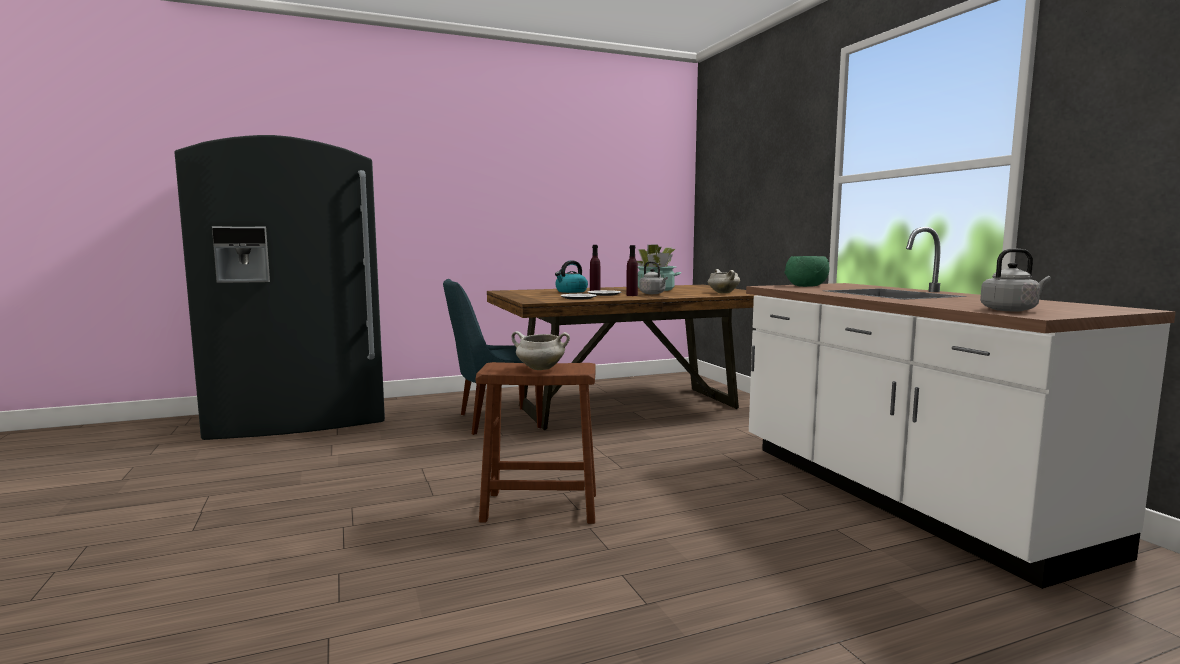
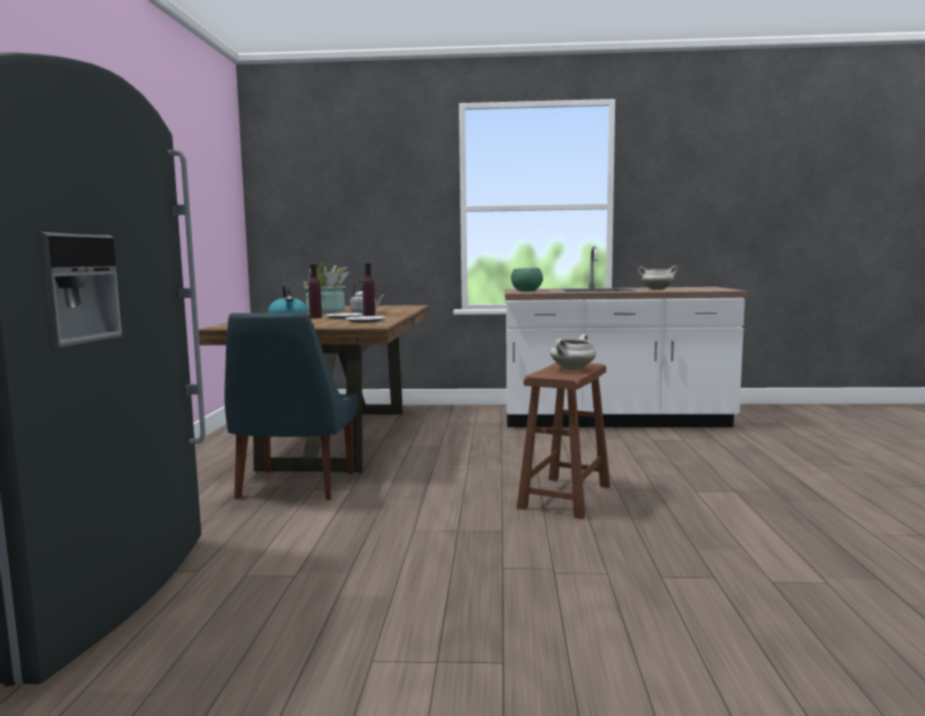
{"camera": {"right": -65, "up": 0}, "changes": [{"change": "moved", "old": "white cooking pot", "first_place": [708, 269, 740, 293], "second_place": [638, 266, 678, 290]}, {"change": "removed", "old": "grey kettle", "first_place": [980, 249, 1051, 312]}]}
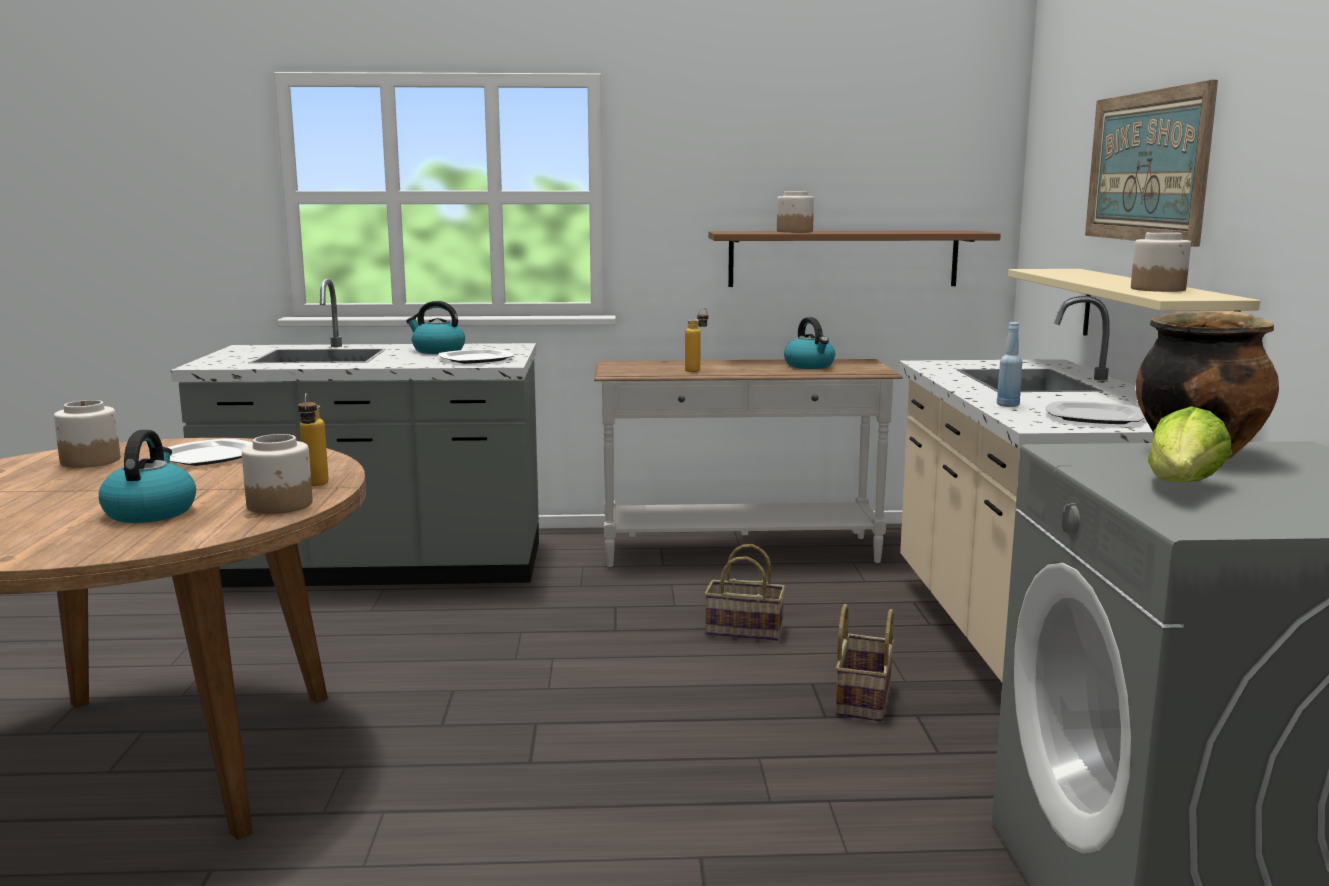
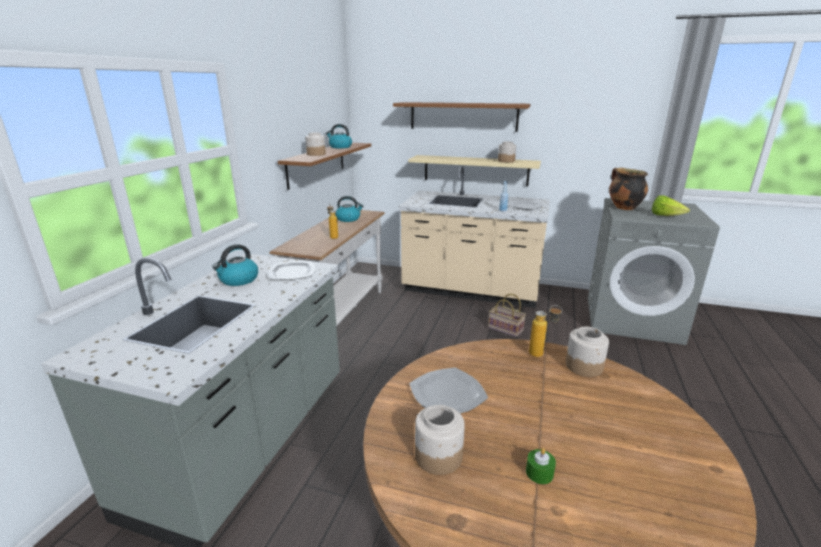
{"camera": {"right": -70, "up": 10}, "changes": [{"change": "moved", "old": "kettle", "first_place": [99, 430, 196, 523], "second_place": [326, 124, 352, 148]}, {"change": "removed", "old": "basket", "first_place": [704, 544, 785, 641]}, {"change": "replaced", "old": "picture", "new": "brown shelf", "first_place": [1085, 80, 1218, 247], "second_place": [393, 102, 530, 132]}, {"change": "added", "new": "green candle", "second_place": [526, 448, 556, 484]}]}
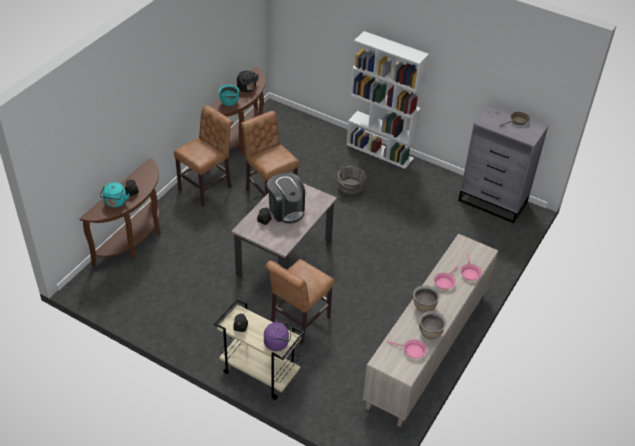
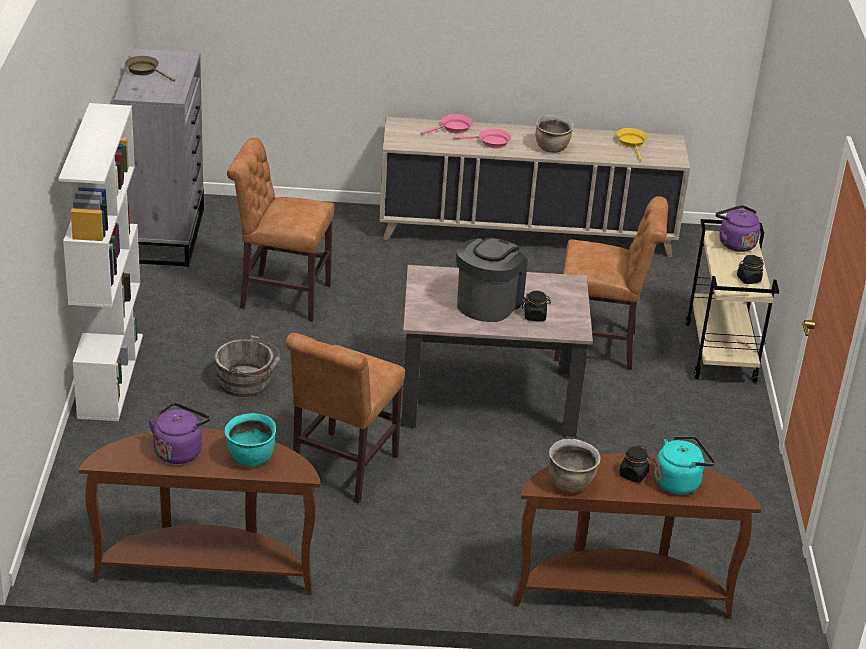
{"camera": {"right": -120, "up": -10}, "changes": [{"change": "moved", "old": "brown chair", "first_place": [174, 105, 233, 207], "second_place": [227, 138, 335, 321]}, {"change": "recoloured", "old": "black kettle", "new": "purple kettle", "first_place": [237, 71, 259, 92], "second_place": [148, 403, 210, 464]}, {"change": "recoloured", "old": "pink frying pan", "new": "yellow frying pan", "first_place": [387, 339, 427, 359], "second_place": [616, 128, 648, 161]}, {"change": "moved", "old": "brown cooking pot", "first_place": [419, 311, 447, 340], "second_place": [549, 439, 601, 492]}]}
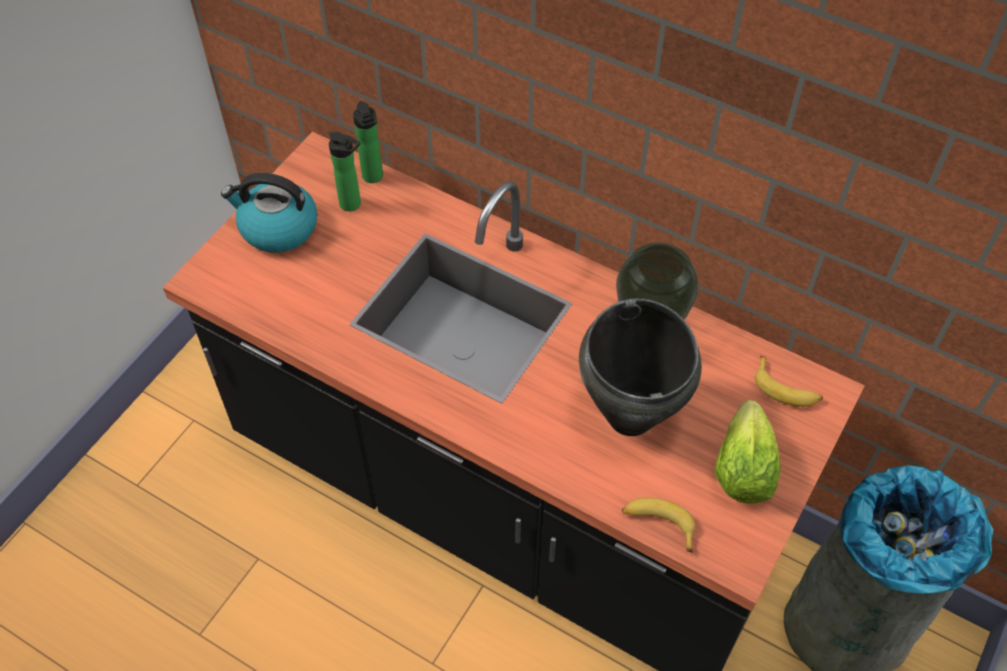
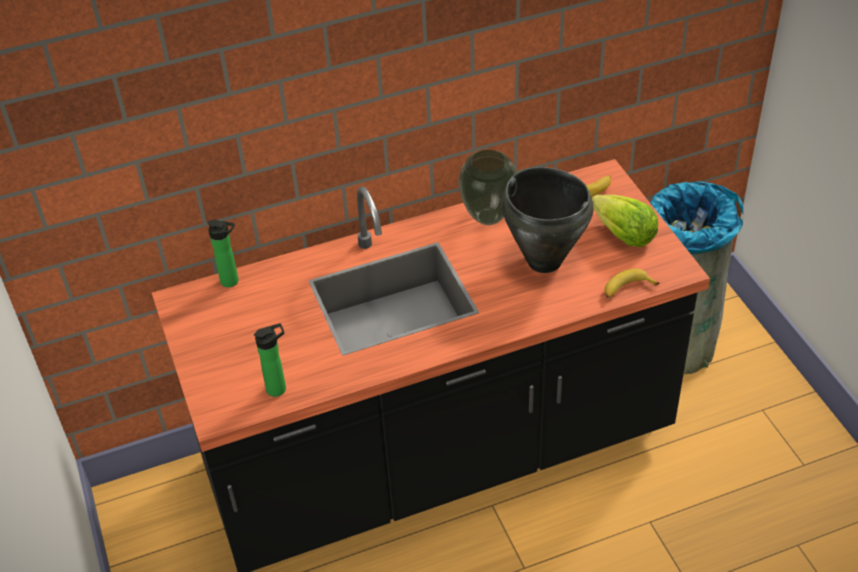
{"camera": {"right": -50, "up": -10}, "changes": [{"change": "removed", "old": "kettle", "first_place": [221, 173, 317, 253]}, {"change": "moved", "old": "bottle", "first_place": [329, 132, 361, 212], "second_place": [254, 323, 286, 397]}]}
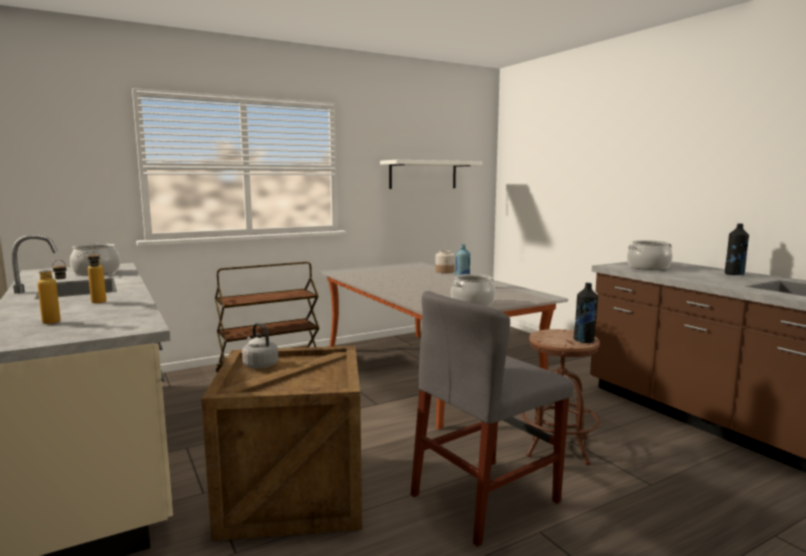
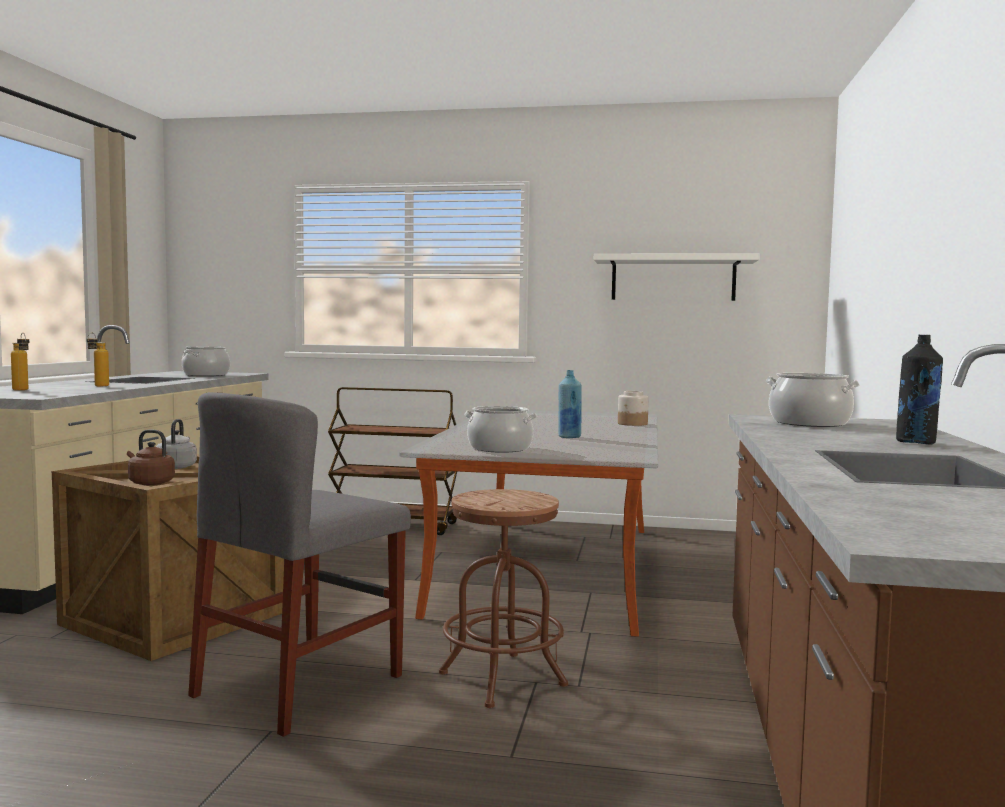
{"camera": {"right": 40, "up": -5}, "changes": [{"change": "turned", "old": "grey chair", "first_place": [411, 291, 574, 547], "second_place": [188, 392, 411, 737], "degrees": -60}, {"change": "removed", "old": "black bottle", "first_place": [574, 283, 598, 343]}, {"change": "added", "new": "brown kettle", "second_place": [127, 430, 175, 485]}]}
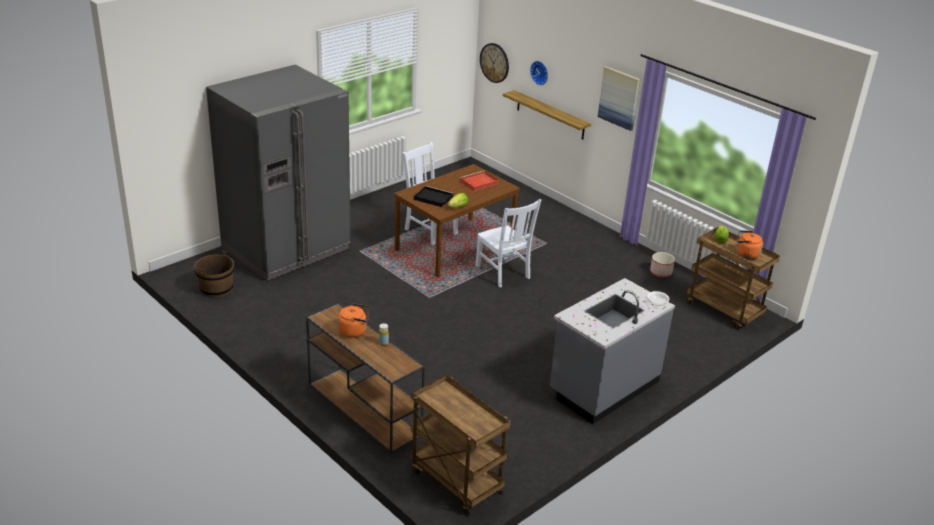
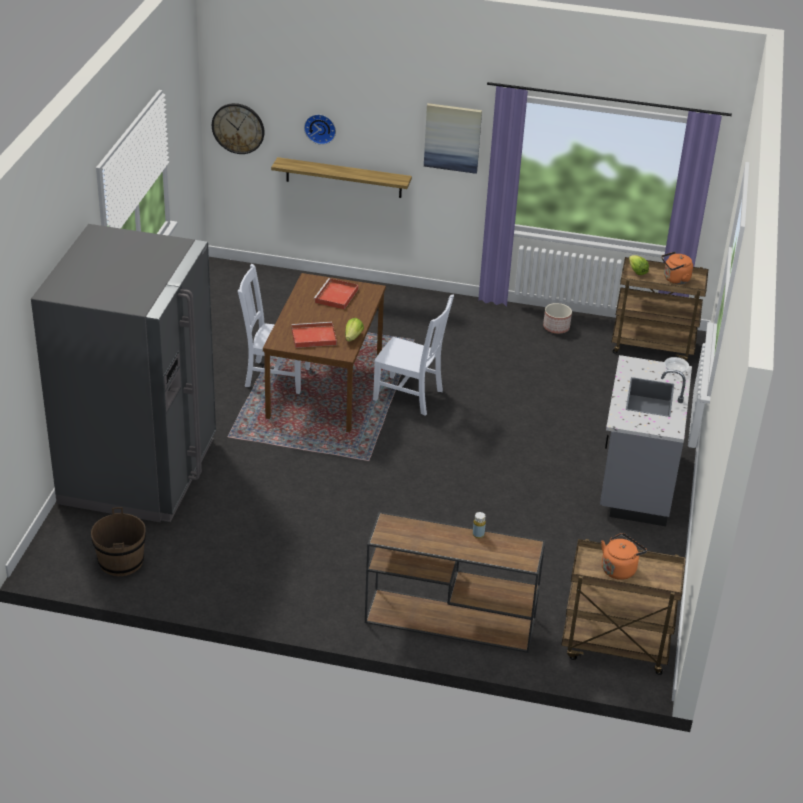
{"camera": {"right": -35, "up": 5}, "changes": [{"change": "moved", "old": "orange kettle", "first_place": [338, 303, 369, 338], "second_place": [601, 533, 647, 580]}, {"change": "recoloured", "old": "black tray", "new": "red tray", "first_place": [414, 186, 454, 207], "second_place": [291, 322, 337, 348]}]}
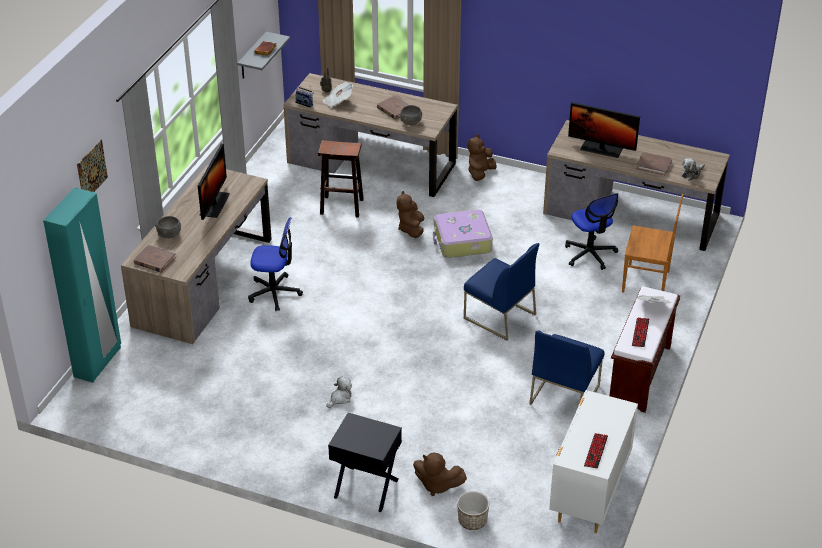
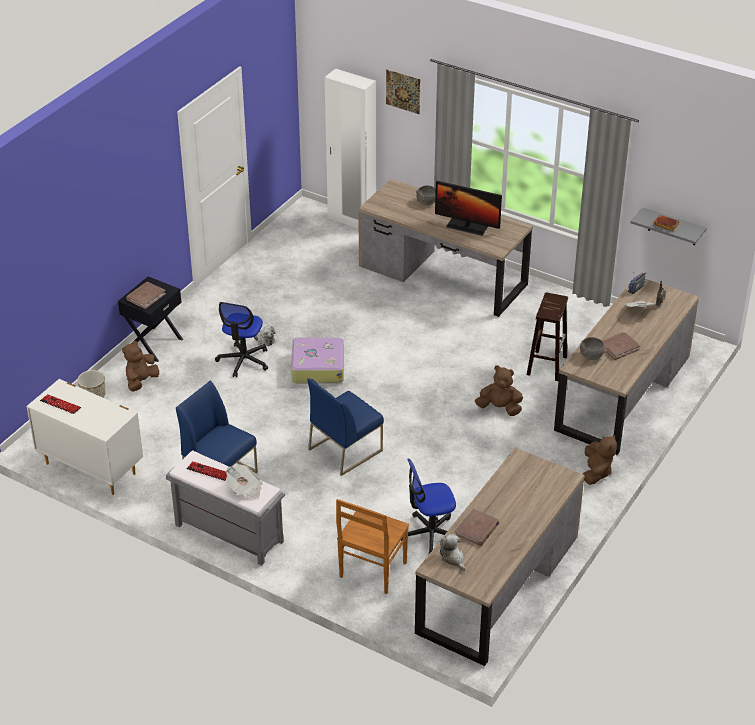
{"camera": {"right": 100, "up": 0}, "changes": [{"change": "recoloured", "old": "turquoise wardrobe", "new": "white wardrobe", "first_place": [43, 188, 121, 383], "second_place": [325, 69, 376, 229]}, {"change": "moved", "old": "brown book", "first_place": [134, 245, 176, 273], "second_place": [126, 282, 166, 309]}, {"change": "moved", "old": "office chair", "first_place": [248, 217, 303, 311], "second_place": [215, 302, 268, 377]}, {"change": "moved", "old": "suitcase", "first_place": [433, 210, 493, 258], "second_place": [291, 337, 344, 383]}, {"change": "turned", "old": "brown plush toy", "first_place": [468, 135, 497, 181], "second_place": [583, 435, 617, 485], "degrees": 60}, {"change": "removed", "old": "monitor", "first_place": [568, 102, 640, 158]}, {"change": "recoloured", "old": "brown bench", "new": "grey bench", "first_place": [609, 286, 680, 413], "second_place": [166, 451, 285, 566]}]}
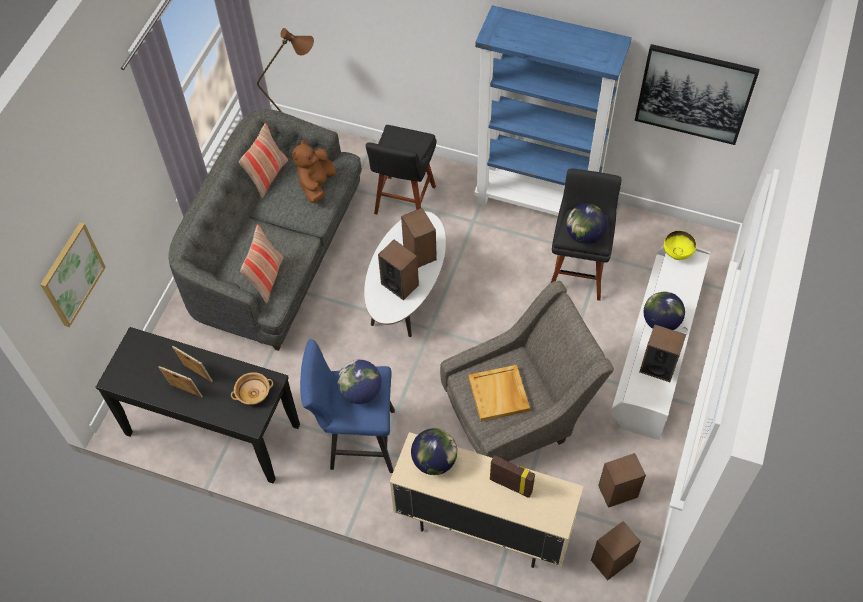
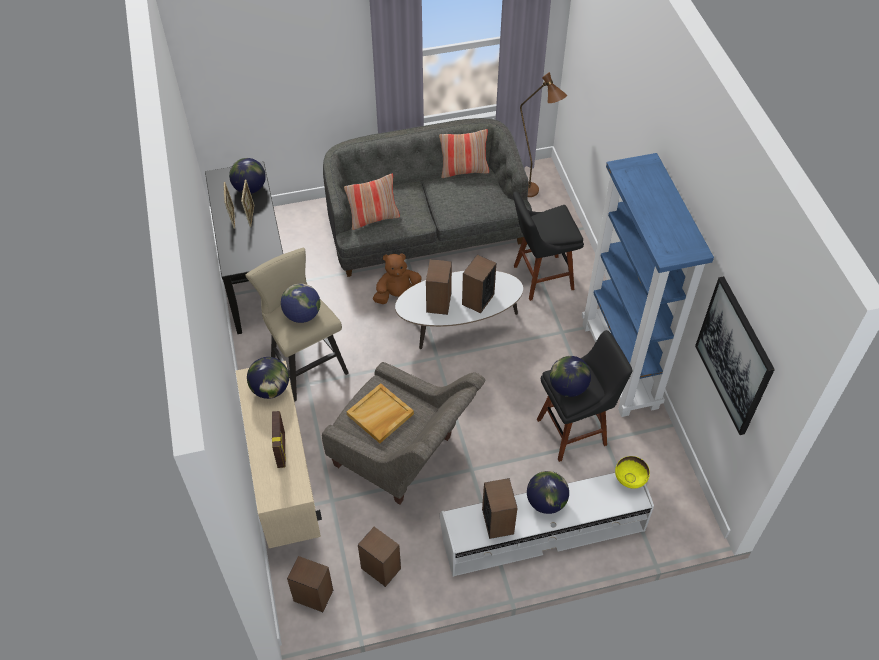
{"camera": {"right": 55, "up": -5}, "changes": [{"change": "removed", "old": "picture", "first_place": [40, 222, 106, 327]}, {"change": "removed", "old": "beige bowl", "first_place": [231, 372, 273, 405]}, {"change": "moved", "old": "brown plush toy", "first_place": [292, 140, 336, 203], "second_place": [373, 253, 422, 304]}, {"change": "recoloured", "old": "blue stool", "new": "beige stool", "first_place": [300, 339, 395, 473], "second_place": [245, 248, 349, 402]}, {"change": "added", "new": "globe", "second_place": [229, 158, 266, 194]}]}
